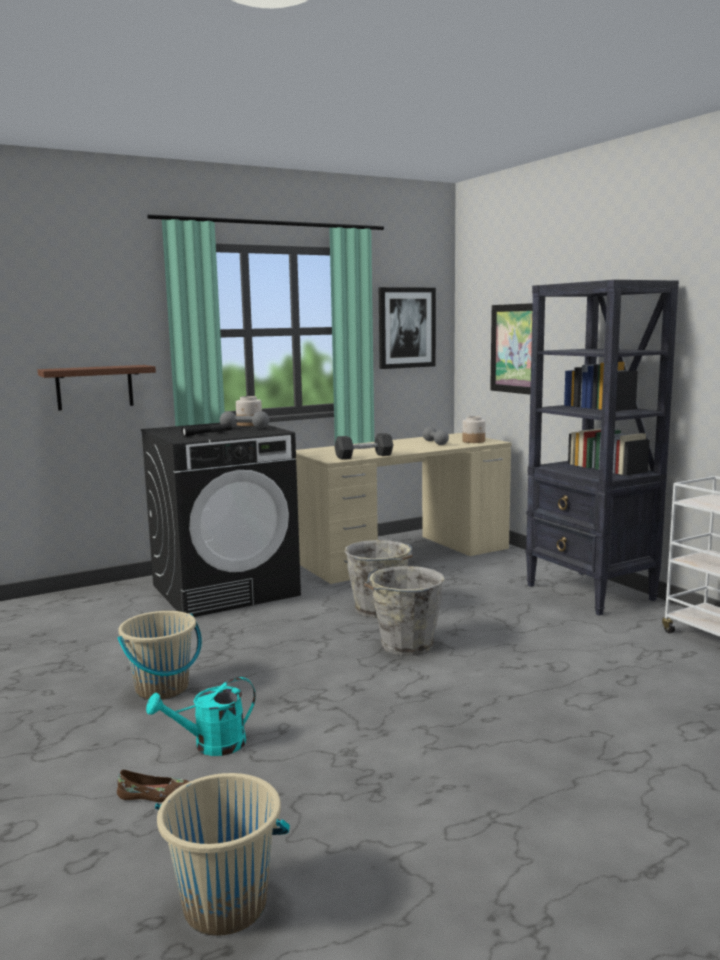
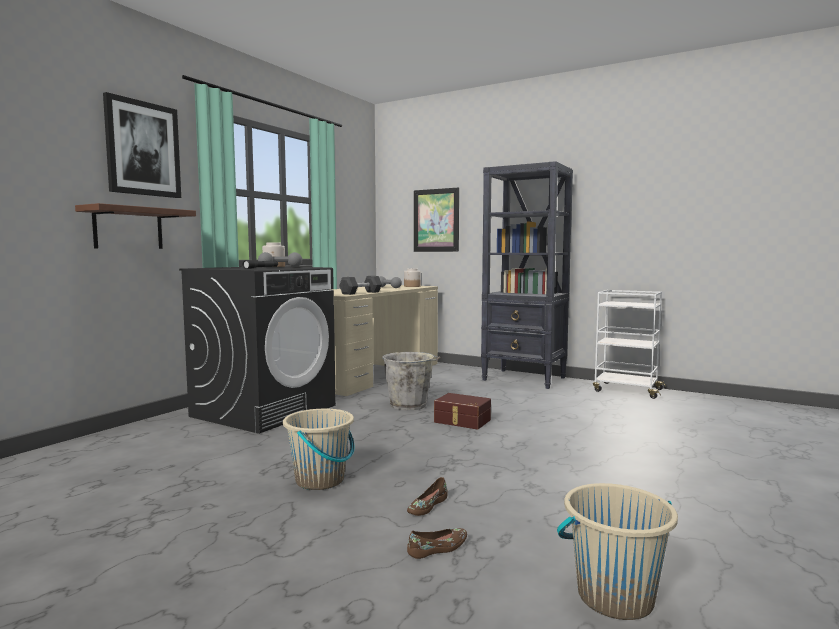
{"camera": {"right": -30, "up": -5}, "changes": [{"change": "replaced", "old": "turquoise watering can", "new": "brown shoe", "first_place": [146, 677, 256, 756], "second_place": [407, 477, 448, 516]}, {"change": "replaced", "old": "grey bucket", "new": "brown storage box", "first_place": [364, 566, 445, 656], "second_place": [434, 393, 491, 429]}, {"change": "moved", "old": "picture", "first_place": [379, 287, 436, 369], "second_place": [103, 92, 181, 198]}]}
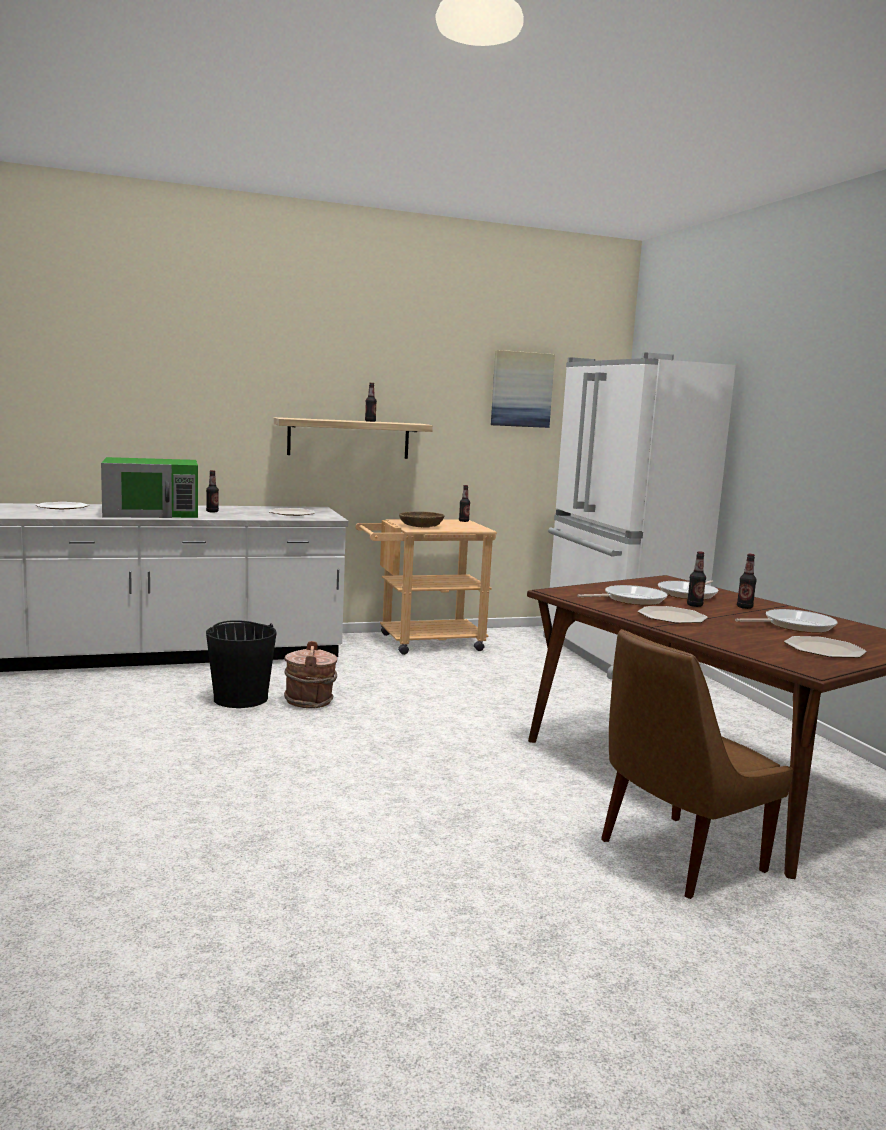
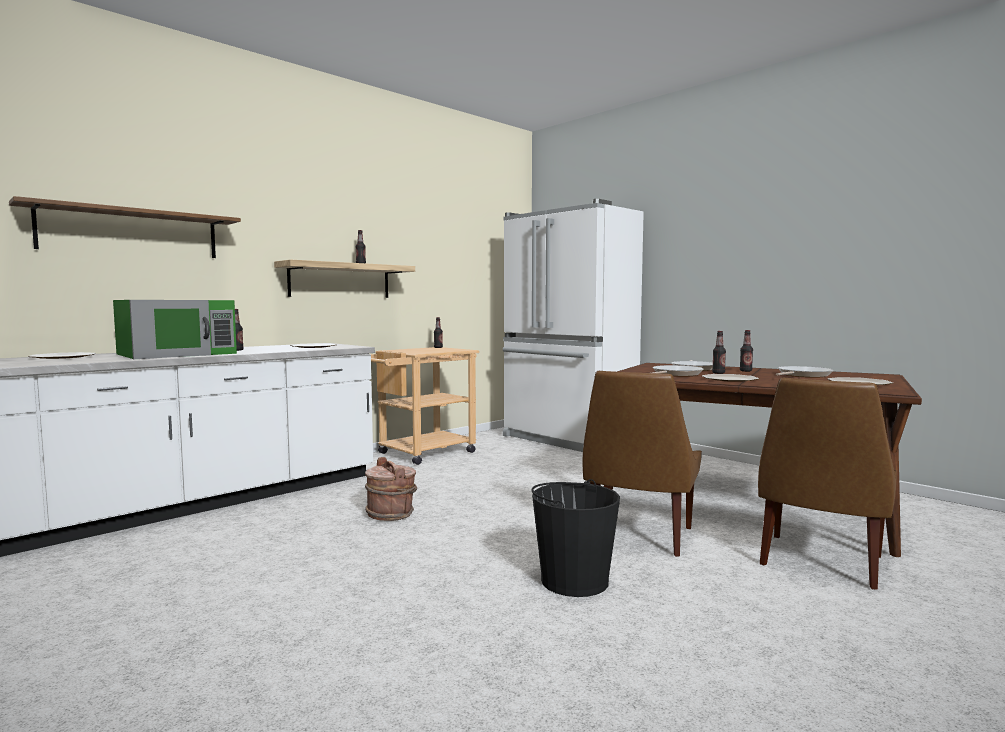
{"camera": {"right": -25, "up": -5}, "changes": [{"change": "moved", "old": "black bucket", "first_place": [206, 620, 277, 708], "second_place": [532, 479, 620, 597]}, {"change": "removed", "old": "brown bowl", "first_place": [399, 511, 444, 528]}, {"change": "removed", "old": "picture", "first_place": [491, 350, 555, 428]}, {"change": "added", "new": "shelf", "second_place": [9, 196, 241, 258]}, {"change": "added", "new": "brown chair", "second_place": [583, 371, 702, 557]}]}
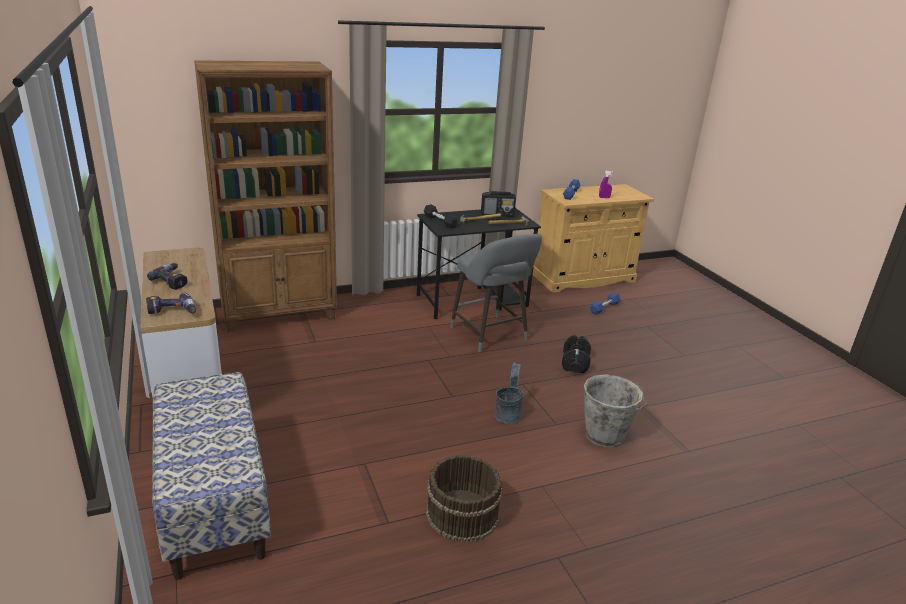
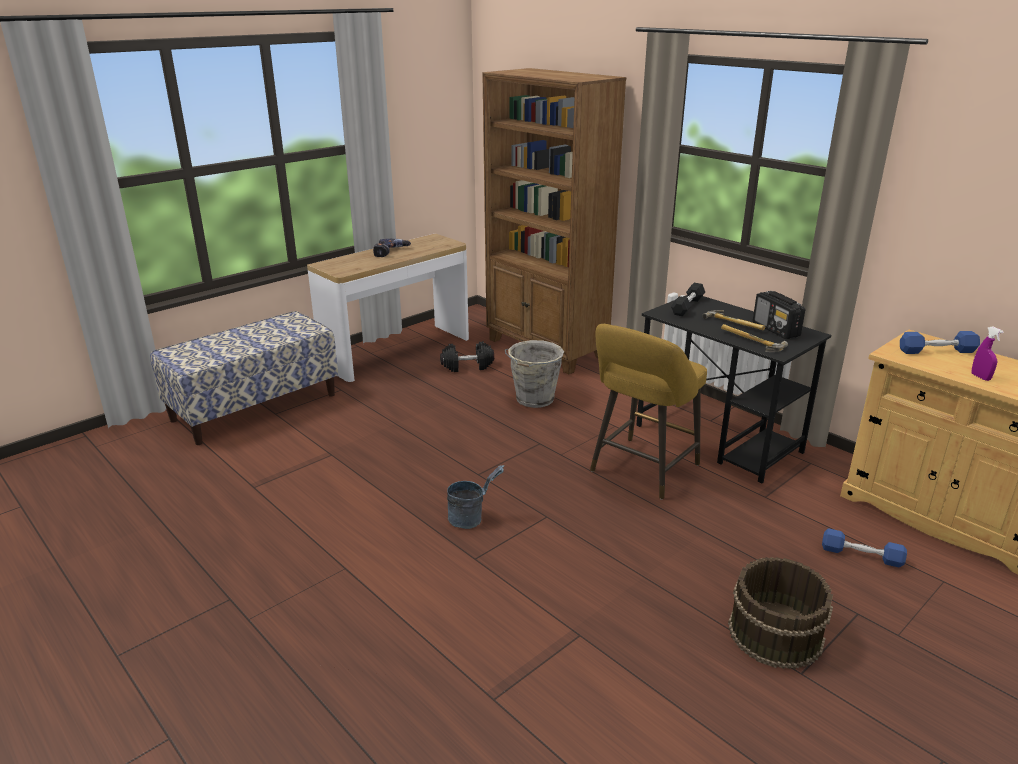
{"camera": {"right": 70, "up": 0}, "changes": [{"change": "removed", "old": "power drill", "first_place": [146, 292, 196, 314]}, {"change": "moved", "old": "brown bucket", "first_place": [426, 455, 502, 543], "second_place": [728, 557, 833, 669]}, {"change": "recoloured", "old": "grey stool", "new": "yellow stool", "first_place": [450, 234, 542, 352], "second_place": [590, 324, 707, 500]}, {"change": "moved", "old": "black dumbbell", "first_place": [562, 335, 591, 373], "second_place": [440, 341, 494, 372]}, {"change": "moved", "old": "grey bucket", "first_place": [584, 374, 648, 448], "second_place": [505, 340, 564, 408]}]}
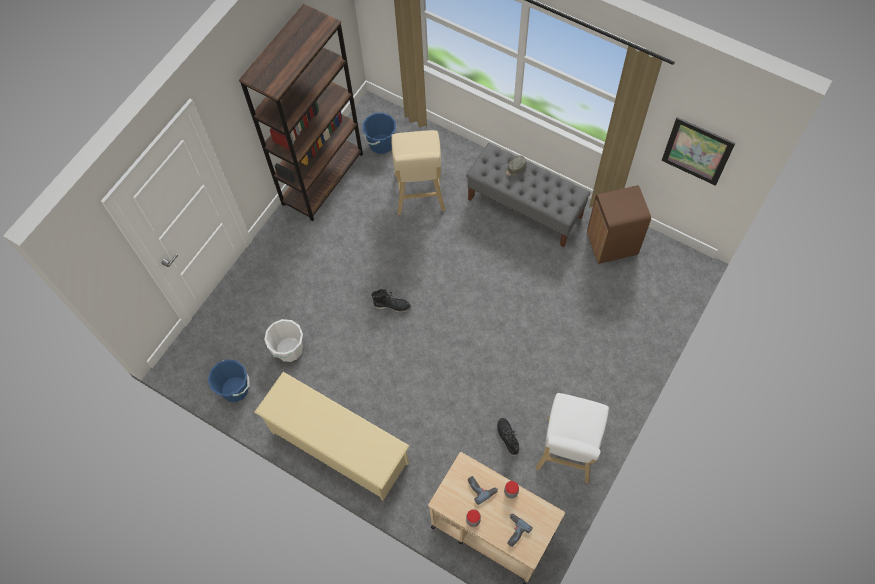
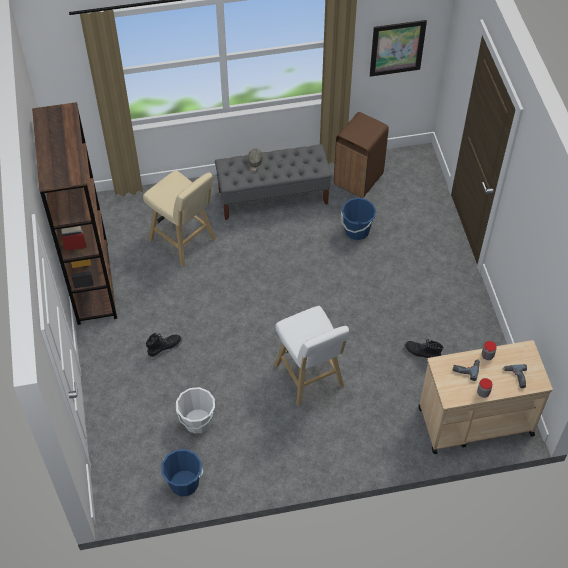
{"camera": {"right": -45, "up": -10}, "changes": [{"change": "removed", "old": "beige shoe rack", "first_place": [254, 372, 410, 501]}, {"change": "moved", "old": "blue bucket", "first_place": [362, 113, 396, 154], "second_place": [341, 198, 377, 240]}, {"change": "moved", "old": "black boot", "first_place": [371, 289, 411, 313], "second_place": [146, 333, 182, 360]}, {"change": "moved", "old": "white stool", "first_place": [535, 393, 609, 484], "second_place": [274, 306, 349, 406]}]}
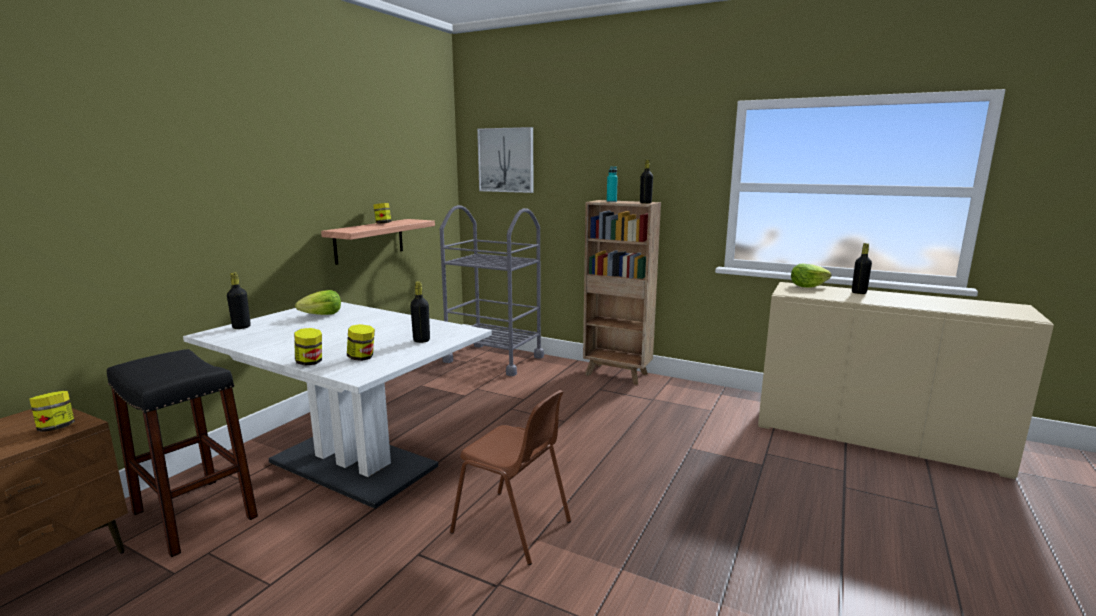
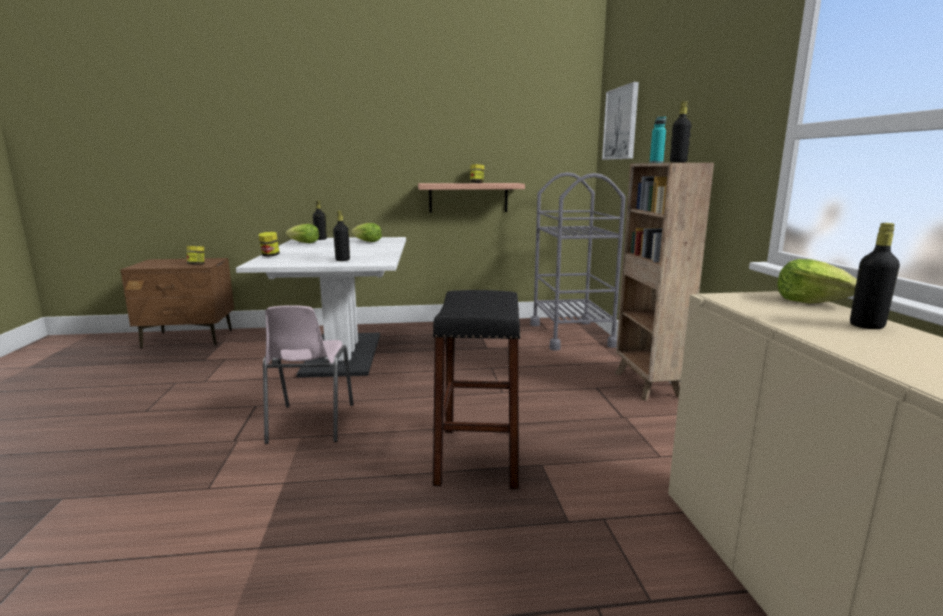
{"camera": {"right": 55, "up": 0}, "changes": [{"change": "moved", "old": "black stool", "first_place": [107, 349, 258, 557], "second_place": [432, 290, 521, 489]}, {"change": "removed", "old": "jar", "first_place": [347, 324, 375, 361]}, {"change": "recoloured", "old": "brown chair", "new": "pink chair", "first_place": [450, 390, 571, 565], "second_place": [263, 305, 354, 444]}, {"change": "added", "new": "lettuce", "second_place": [286, 224, 319, 243]}]}
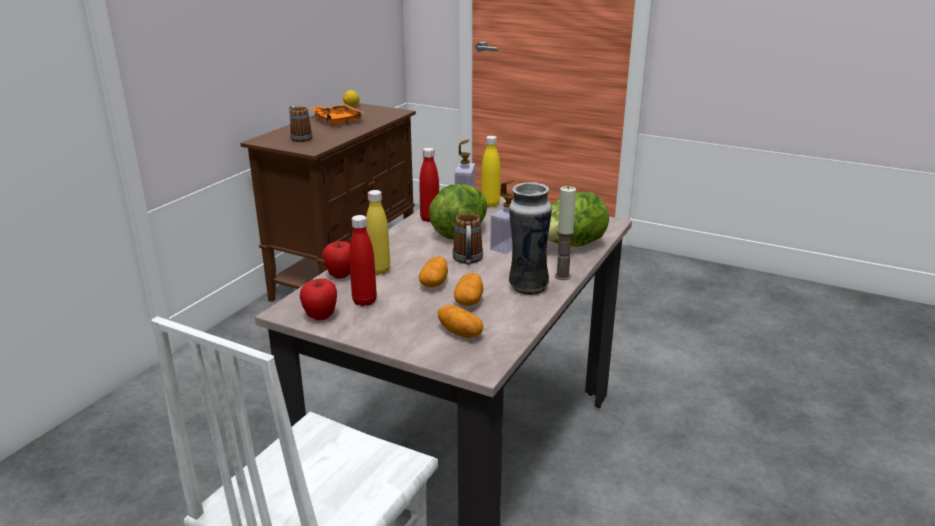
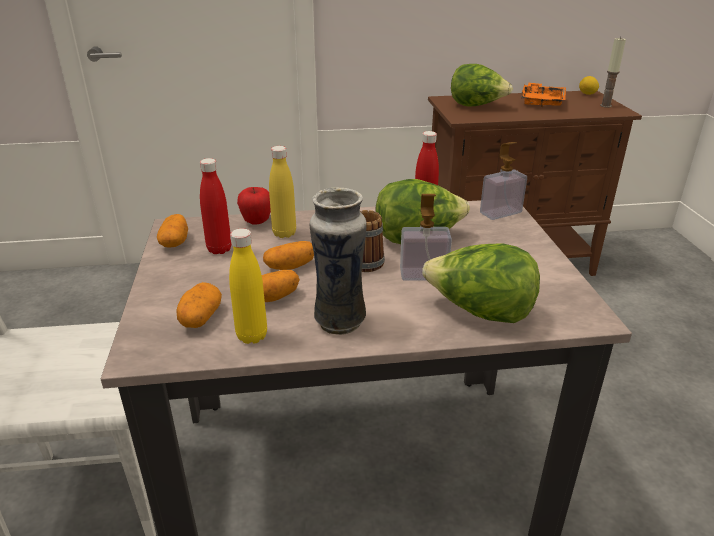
{"camera": {"right": 55, "up": 5}, "changes": [{"change": "replaced", "old": "mug", "new": "lettuce", "first_place": [289, 105, 312, 142], "second_place": [451, 64, 513, 107]}, {"change": "replaced", "old": "apple", "new": "potato", "first_place": [300, 278, 337, 320], "second_place": [157, 214, 188, 248]}, {"change": "moved", "old": "yellow bottle", "first_place": [481, 136, 500, 207], "second_place": [229, 228, 267, 344]}, {"change": "moved", "old": "candle", "first_place": [555, 186, 576, 280], "second_place": [600, 37, 626, 108]}]}
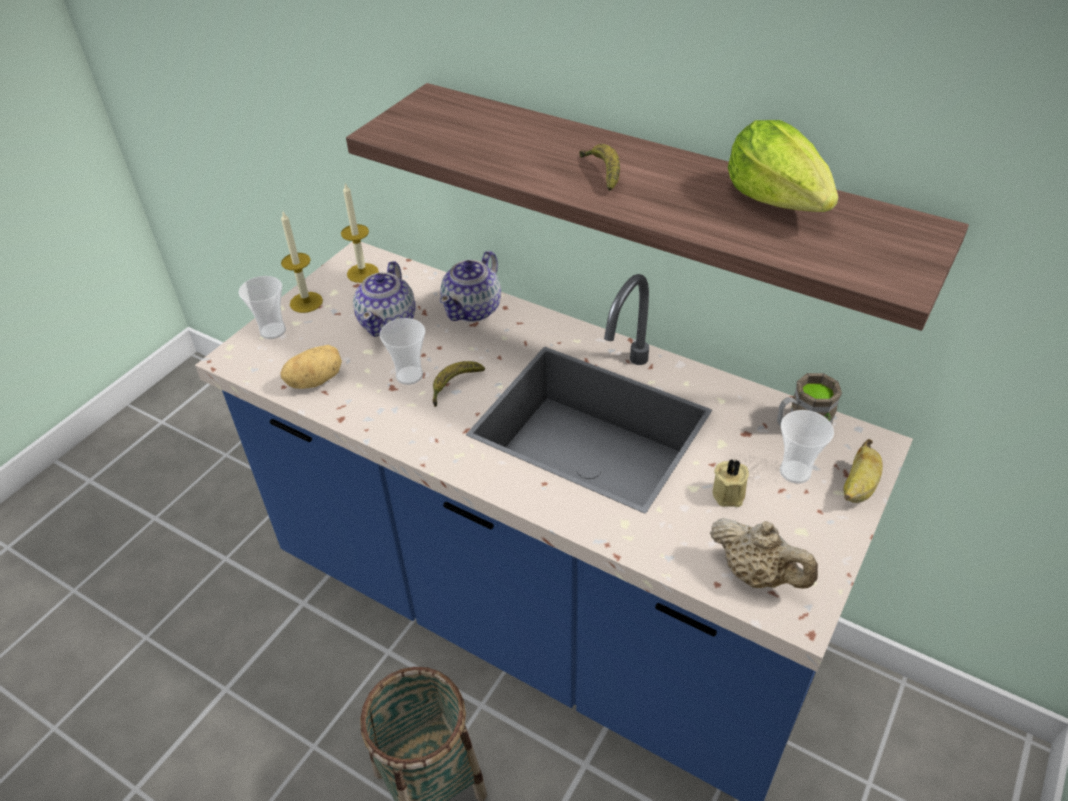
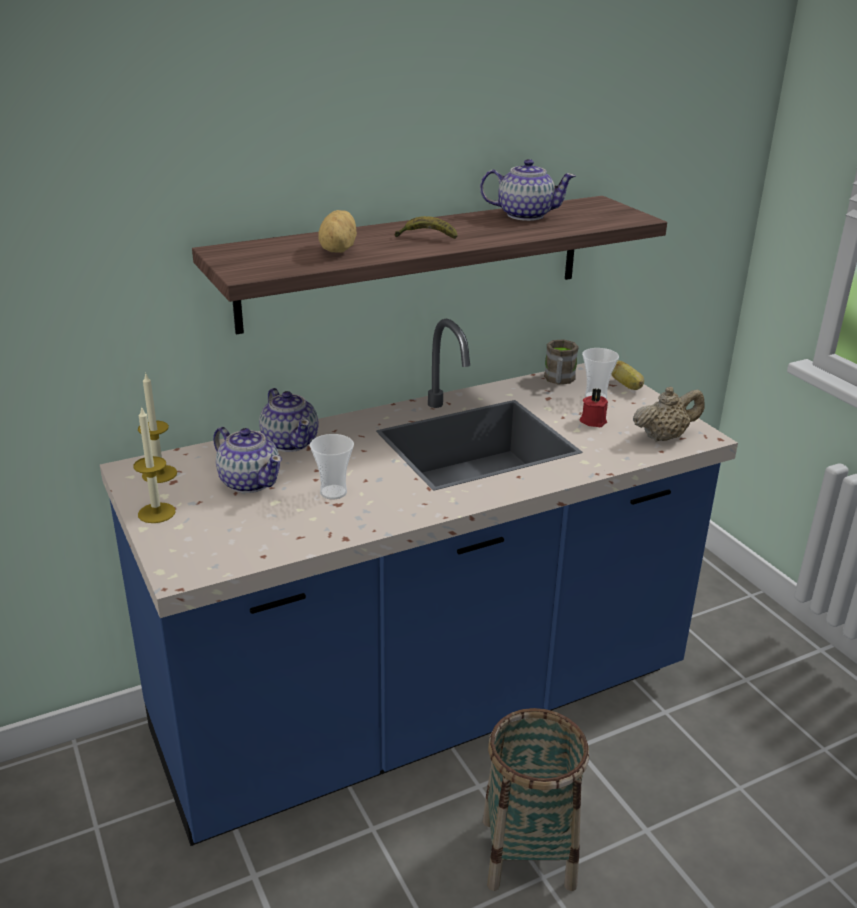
{"camera": {"right": -60, "up": -15}, "changes": [{"change": "removed", "old": "cup", "first_place": [238, 276, 286, 339]}, {"change": "moved", "old": "potato", "first_place": [280, 345, 342, 389], "second_place": [318, 210, 357, 253]}, {"change": "removed", "old": "banana", "first_place": [433, 361, 485, 407]}, {"change": "recoloured", "old": "beige candle", "new": "red candle", "first_place": [713, 459, 749, 507], "second_place": [580, 388, 608, 427]}, {"change": "replaced", "old": "lettuce", "new": "teapot", "first_place": [728, 120, 838, 212], "second_place": [480, 159, 576, 221]}]}
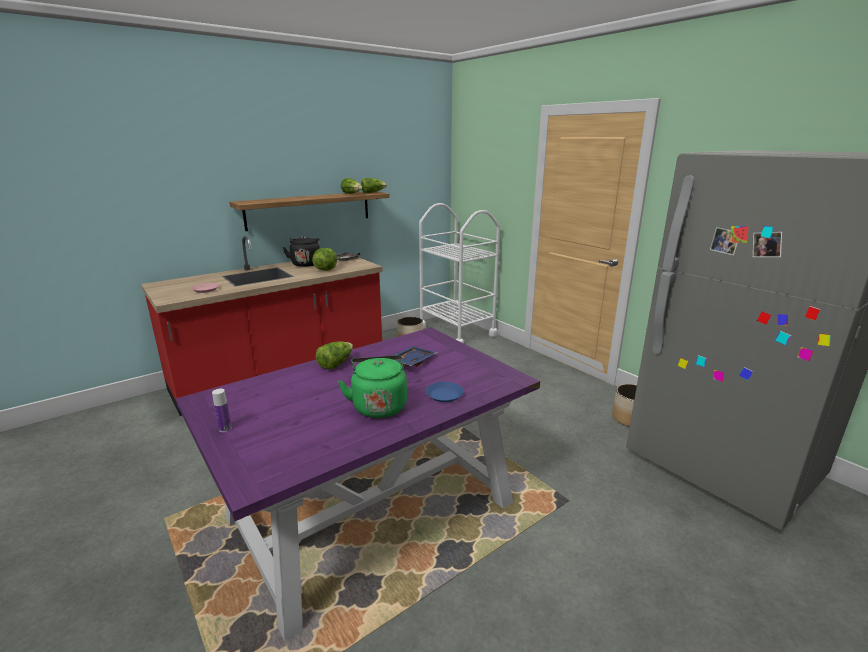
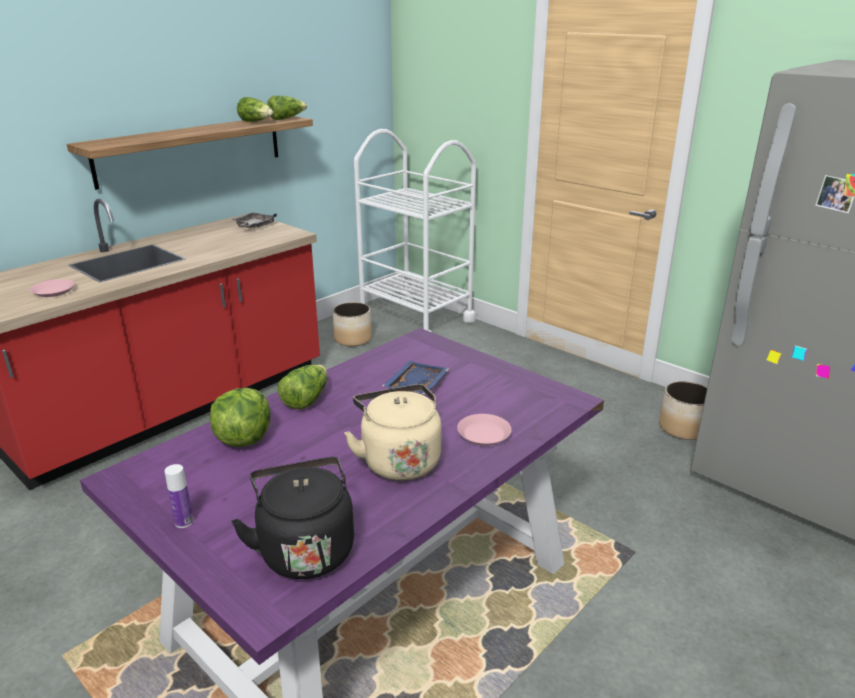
{"camera": {"right": -10, "up": 5}, "changes": [{"change": "moved", "old": "black kettle", "first_place": [283, 236, 320, 267], "second_place": [231, 457, 354, 579]}, {"change": "moved", "old": "lettuce", "first_place": [312, 248, 337, 271], "second_place": [210, 388, 270, 447]}, {"change": "recoloured", "old": "green kettle", "new": "beige kettle", "first_place": [338, 355, 407, 418], "second_place": [344, 384, 441, 481]}, {"change": "recoloured", "old": "blue plate", "new": "pink plate", "first_place": [426, 382, 464, 402], "second_place": [457, 414, 512, 446]}]}
